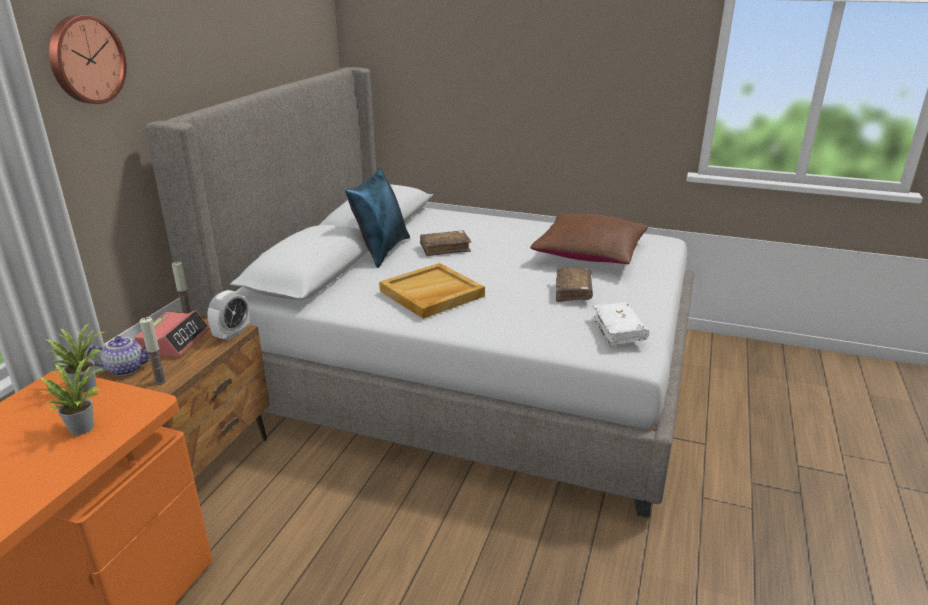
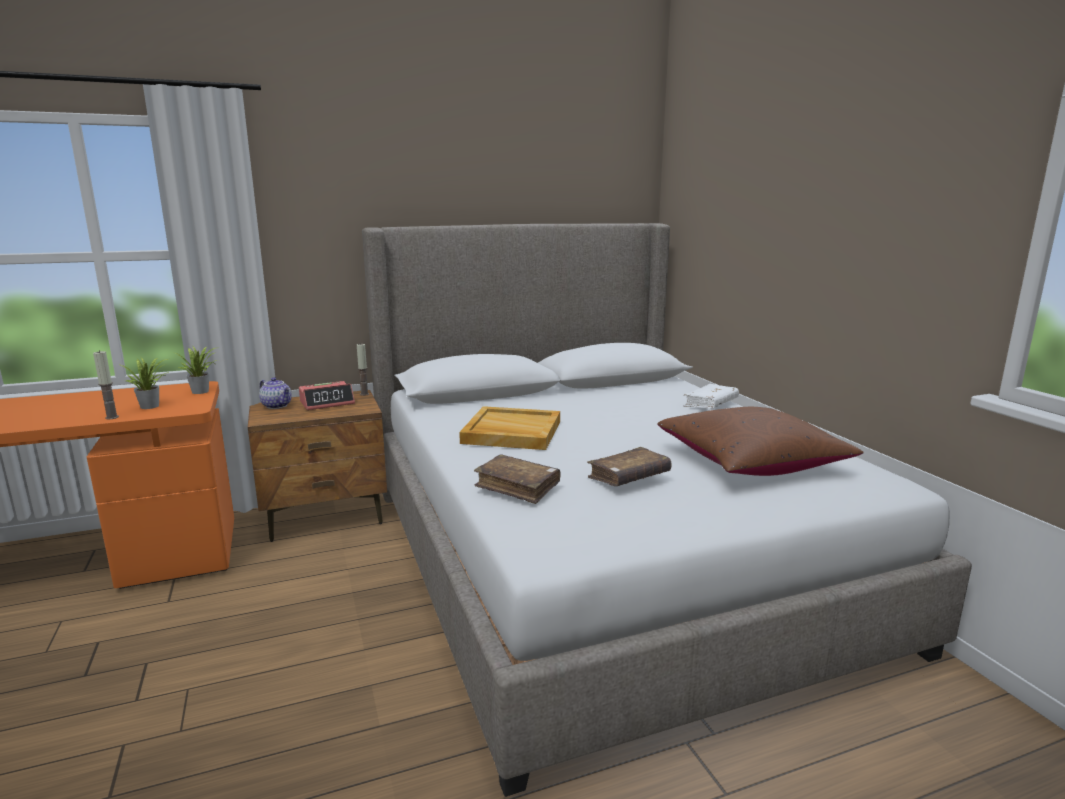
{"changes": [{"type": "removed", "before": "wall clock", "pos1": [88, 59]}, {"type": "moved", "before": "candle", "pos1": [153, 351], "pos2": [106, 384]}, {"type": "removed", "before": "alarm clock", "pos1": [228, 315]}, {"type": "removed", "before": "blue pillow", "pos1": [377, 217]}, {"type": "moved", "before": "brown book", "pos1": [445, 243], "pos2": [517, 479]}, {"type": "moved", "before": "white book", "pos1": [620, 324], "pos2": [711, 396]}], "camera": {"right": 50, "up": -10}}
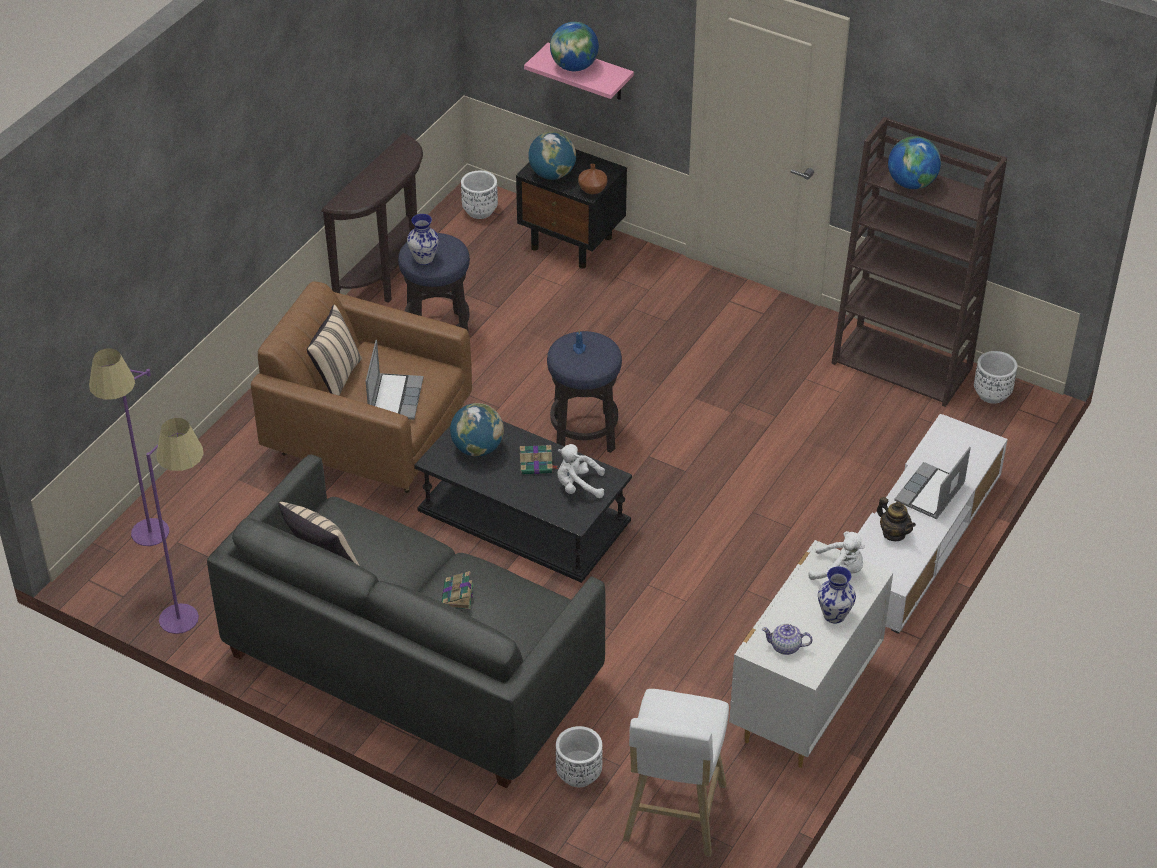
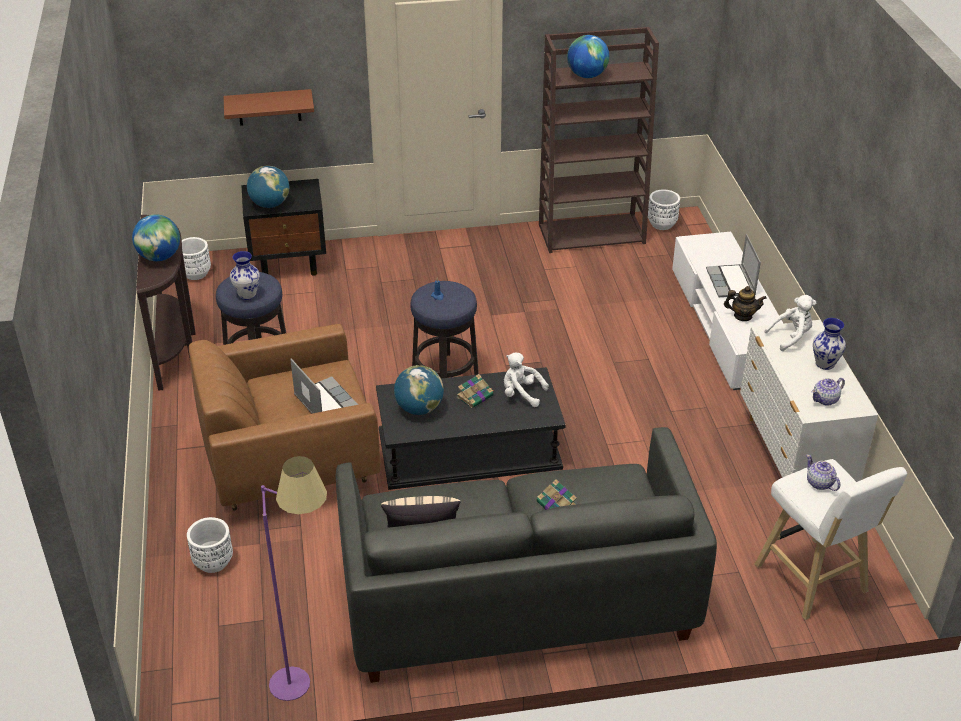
{"changes": [{"type": "removed", "before": "purple floor lamp", "pos1": [129, 447]}, {"type": "removed", "before": "beige pillow", "pos1": [334, 350]}, {"type": "recoloured", "before": "pink shelf", "after": "brown shelf", "pos1": [579, 71], "pos2": [269, 107]}, {"type": "moved", "before": "globe", "pos1": [574, 46], "pos2": [156, 237]}, {"type": "moved", "before": "white planter", "pos1": [579, 756], "pos2": [210, 545]}, {"type": "turned", "before": "white plush toy", "pos1": [581, 471], "pos2": [526, 379], "turn": 60}, {"type": "removed", "before": "brown vase", "pos1": [593, 179]}, {"type": "added", "after": "teapot", "pos2": [823, 472]}], "camera": {"right": -40, "up": -5}}
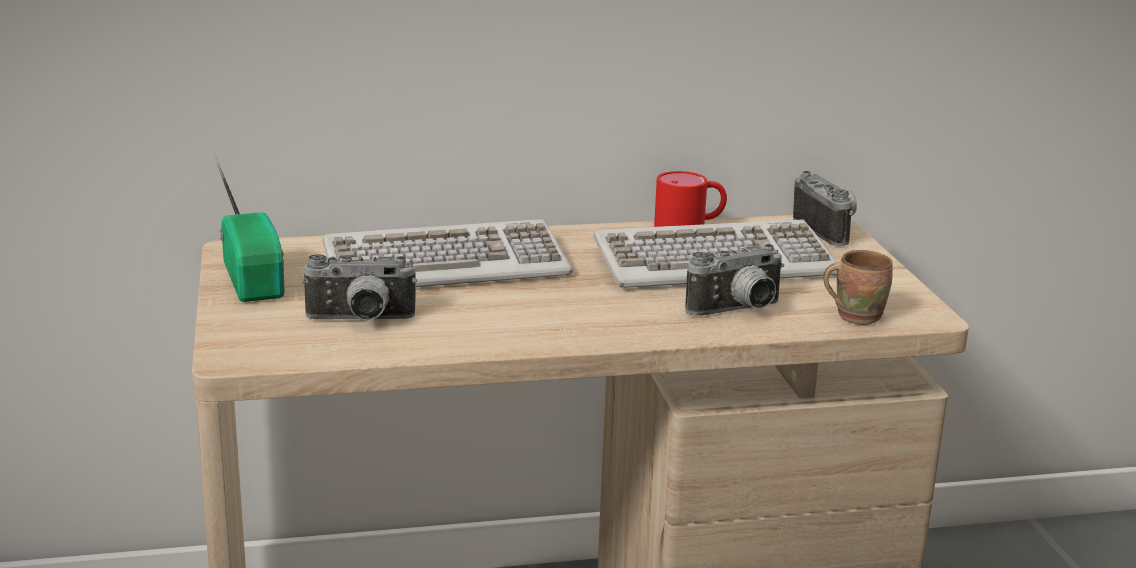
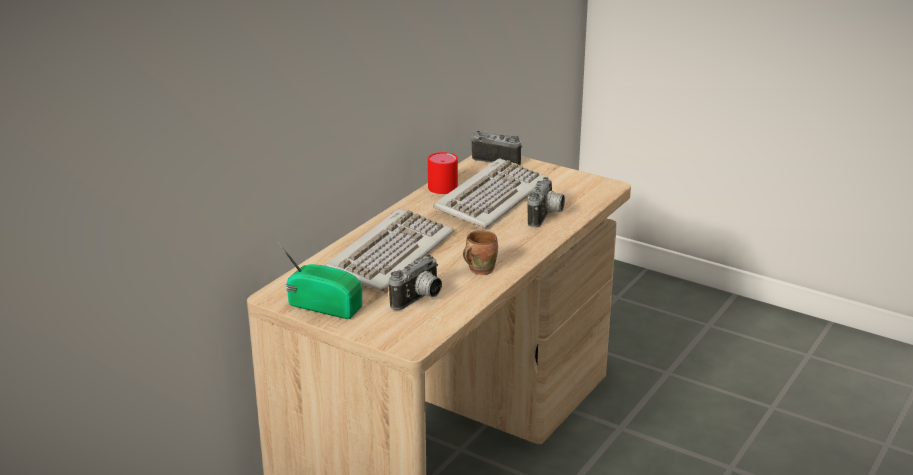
{"changes": [{"type": "moved", "before": "brown mug", "pos1": [858, 287], "pos2": [480, 252]}], "camera": {"right": -45, "up": 5}}
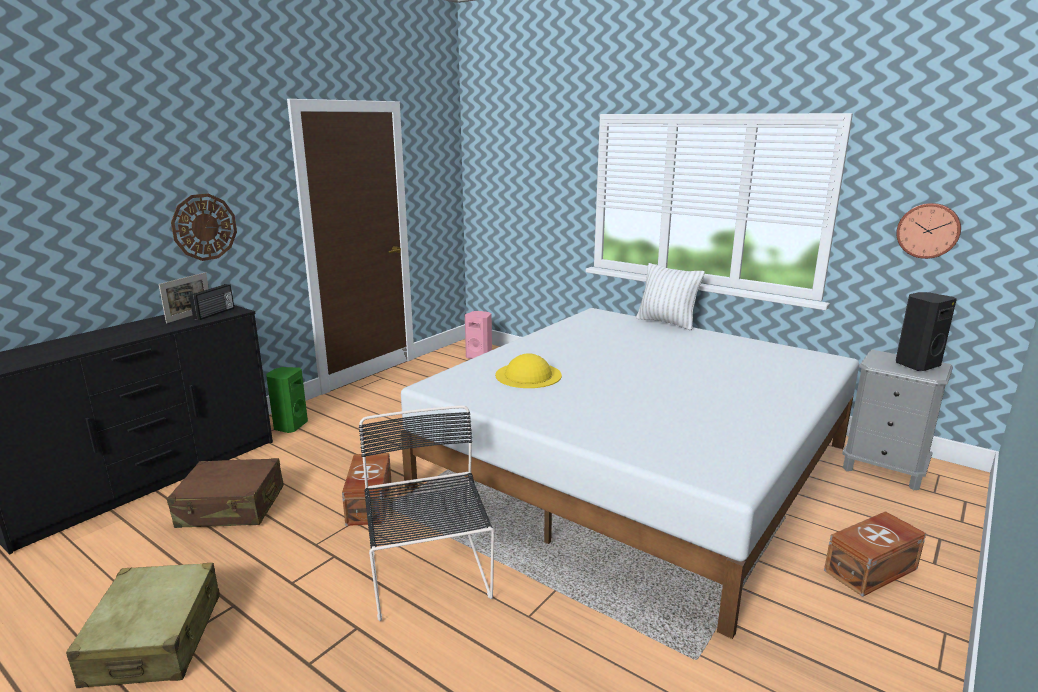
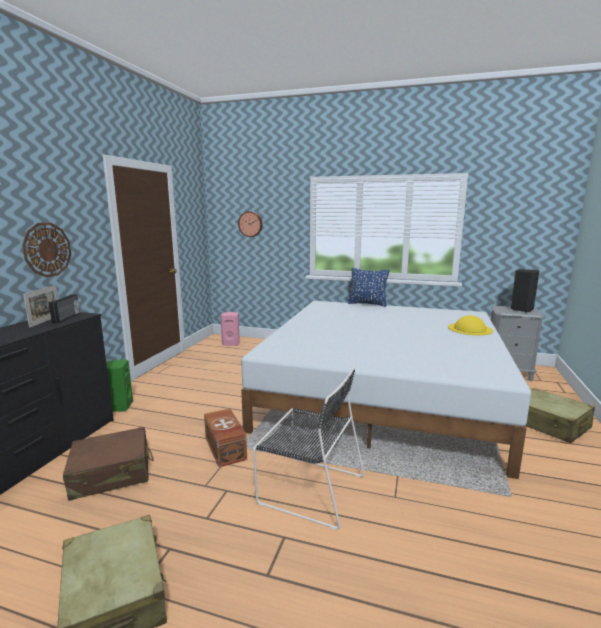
{"changes": [{"type": "turned", "before": "black chair", "pos1": [426, 513], "pos2": [308, 448], "turn": 150}, {"type": "moved", "before": "yellow hat", "pos1": [528, 370], "pos2": [470, 325]}, {"type": "recoloured", "before": "white pillow", "after": "blue pillow", "pos1": [670, 296], "pos2": [368, 287]}, {"type": "replaced", "before": "brown storage box", "after": "beige suitcase", "pos1": [875, 554], "pos2": [560, 415]}, {"type": "moved", "before": "wall clock", "pos1": [928, 231], "pos2": [250, 224]}], "camera": {"right": -20, "up": -5}}
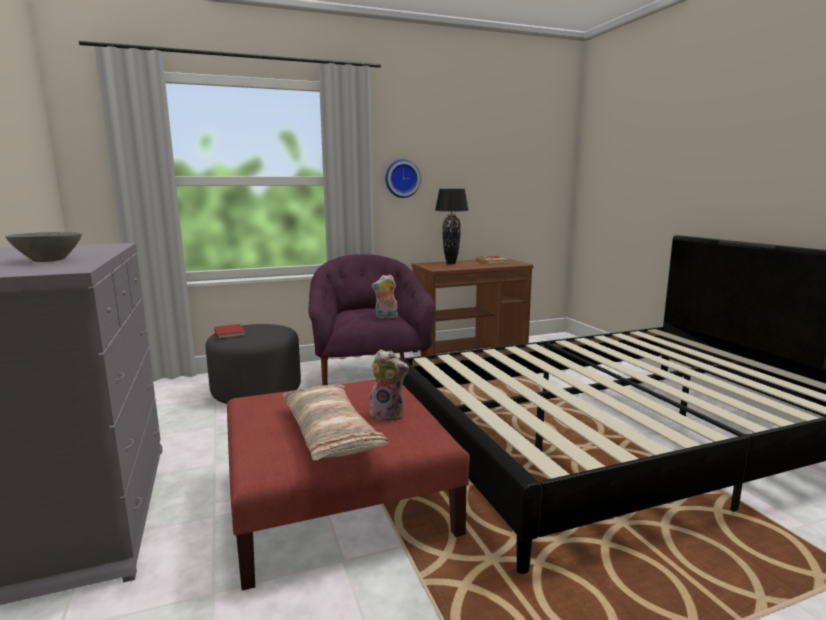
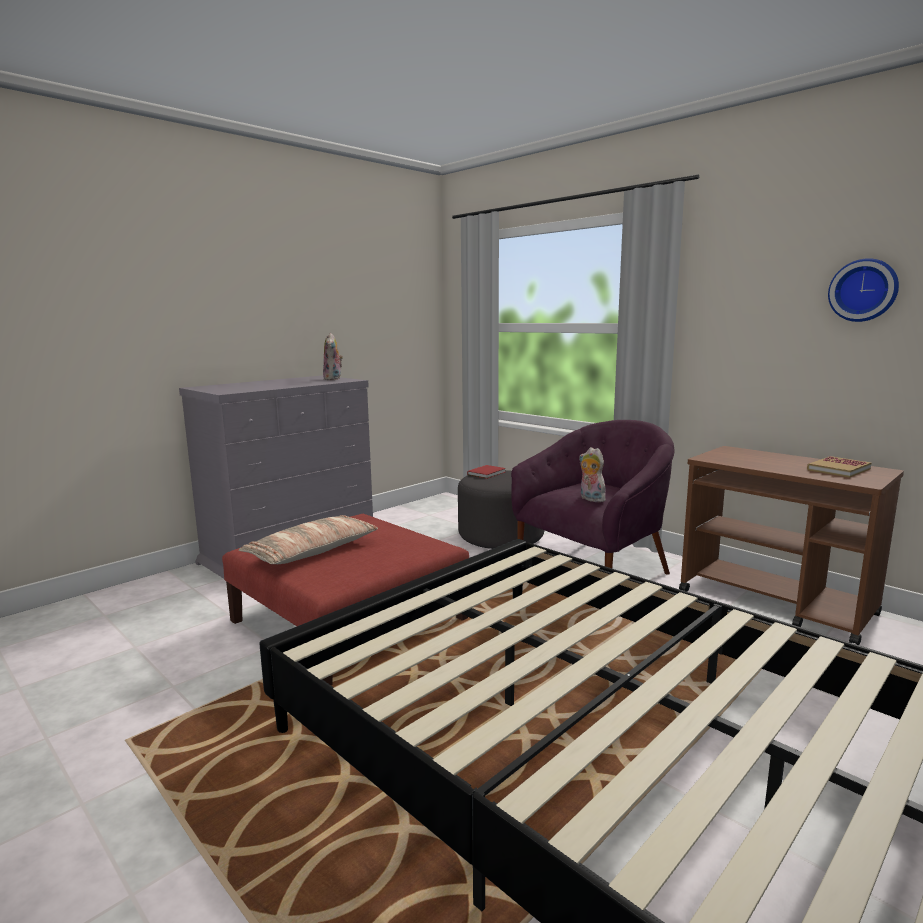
{"changes": [{"type": "removed", "before": "grey bowl", "pos1": [43, 247]}, {"type": "moved", "before": "plush toy", "pos1": [389, 385], "pos2": [333, 356]}, {"type": "moved", "before": "wall clock", "pos1": [403, 178], "pos2": [863, 290]}, {"type": "removed", "before": "black table lamp", "pos1": [452, 226]}], "camera": {"right": 65, "up": 0}}
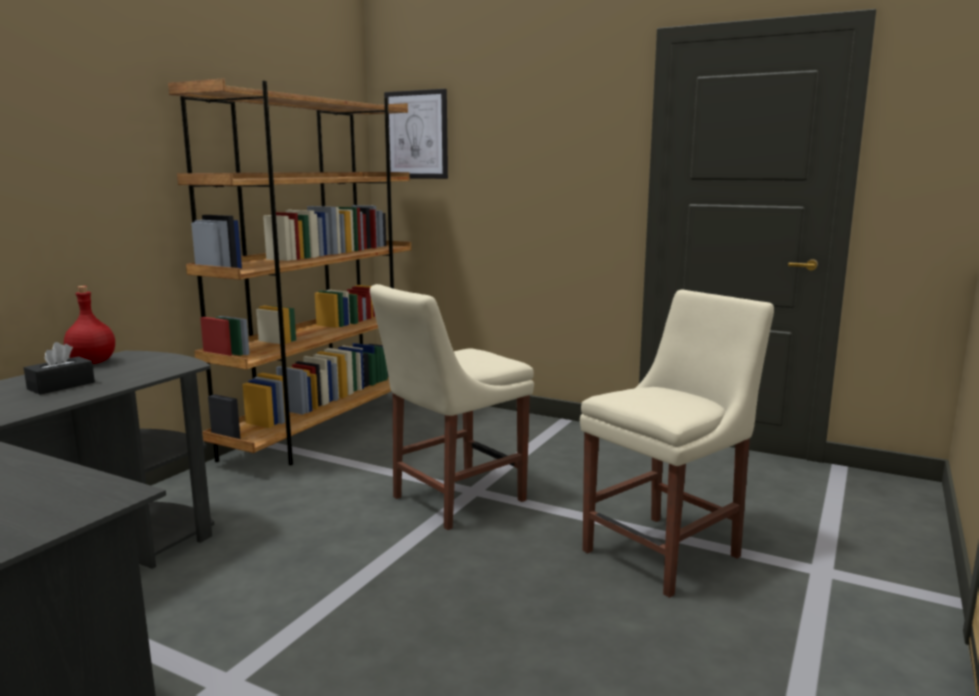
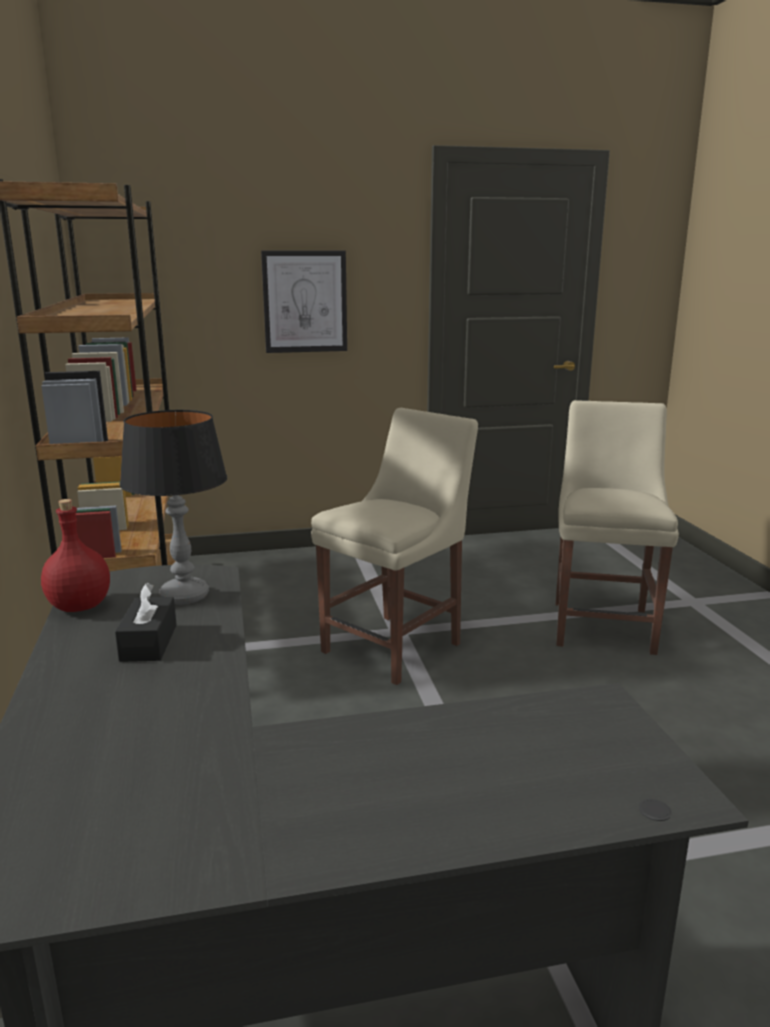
{"changes": [{"type": "turned", "before": "beige chair", "pos1": [452, 407], "pos2": [394, 546], "turn": -150}, {"type": "moved", "before": "picture", "pos1": [416, 134], "pos2": [304, 302]}, {"type": "added", "after": "table lamp", "pos2": [173, 507]}], "camera": {"right": -40, "up": 5}}
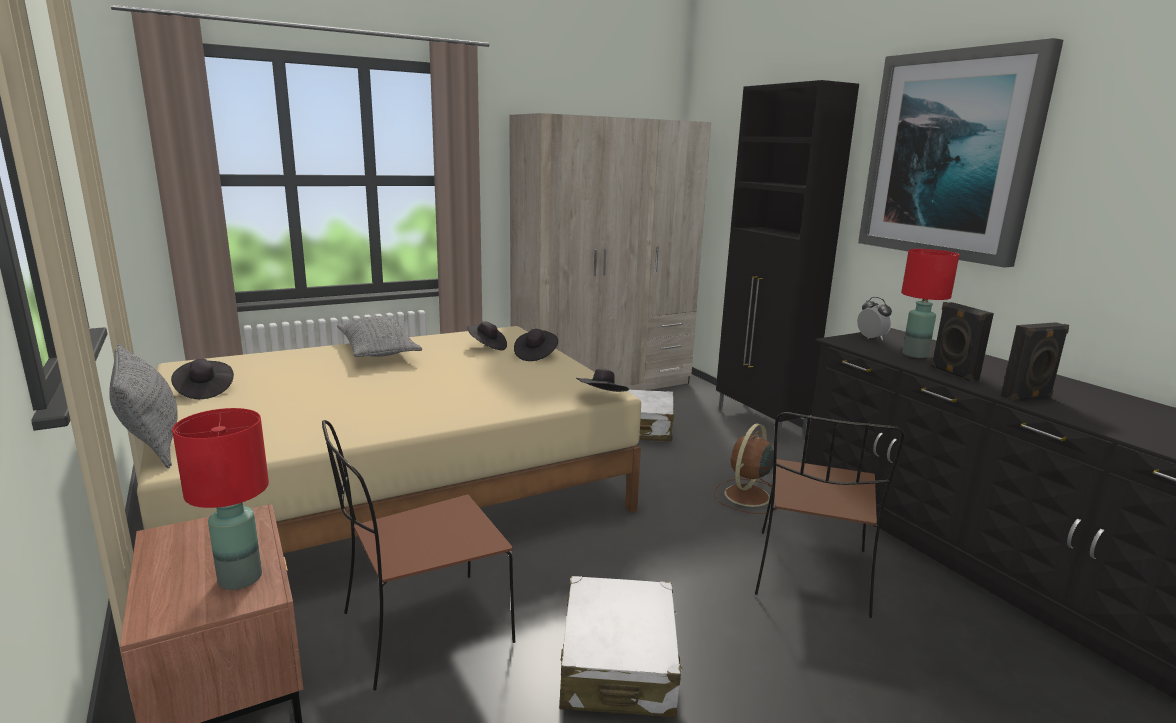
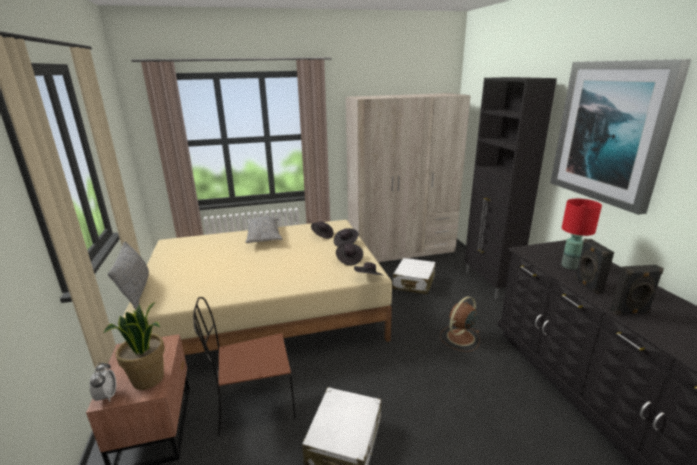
{"changes": [{"type": "moved", "before": "black hat", "pos1": [202, 379], "pos2": [349, 254]}, {"type": "replaced", "before": "red table lamp", "after": "potted plant", "pos1": [220, 499], "pos2": [134, 346]}, {"type": "removed", "before": "brown chair", "pos1": [829, 515]}, {"type": "moved", "before": "alarm clock", "pos1": [874, 318], "pos2": [102, 382]}], "camera": {"right": 15, "up": 5}}
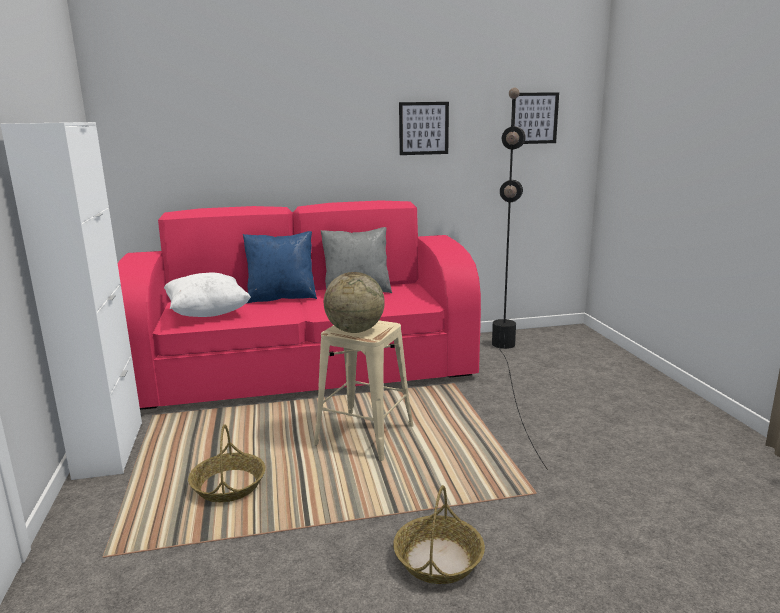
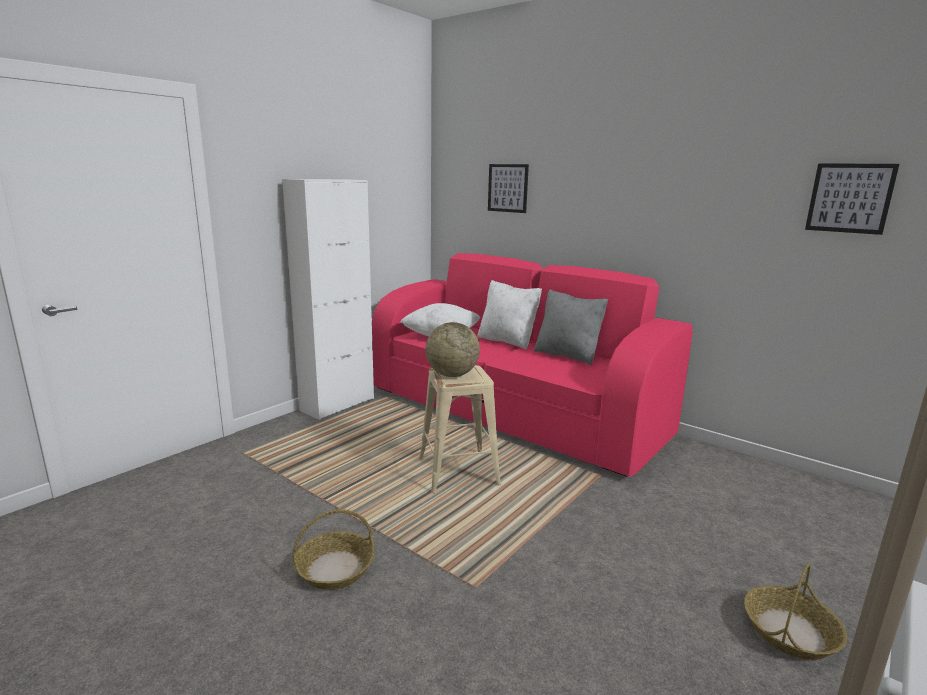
{"changes": [{"type": "moved", "before": "basket", "pos1": [227, 463], "pos2": [795, 611]}, {"type": "recoloured", "before": "blue pillow", "after": "white pillow", "pos1": [280, 267], "pos2": [509, 315]}, {"type": "moved", "before": "picture", "pos1": [424, 128], "pos2": [508, 188]}, {"type": "removed", "before": "black floor lamp", "pos1": [520, 279]}], "camera": {"right": 50, "up": 0}}
